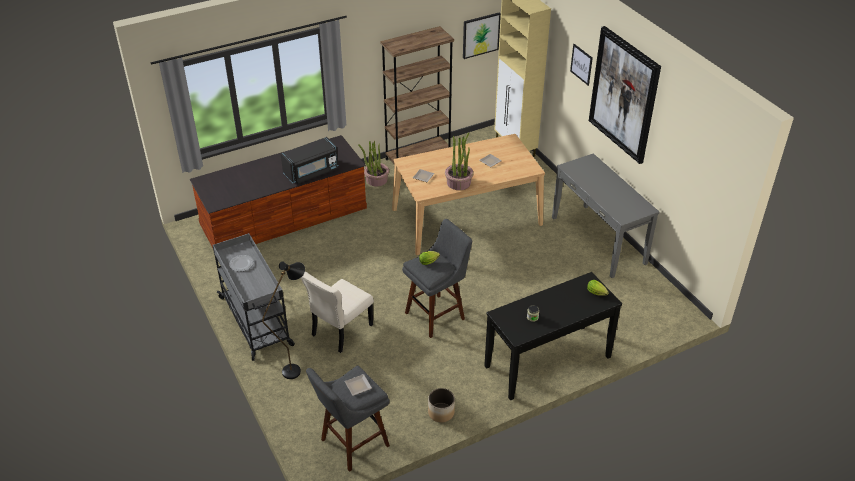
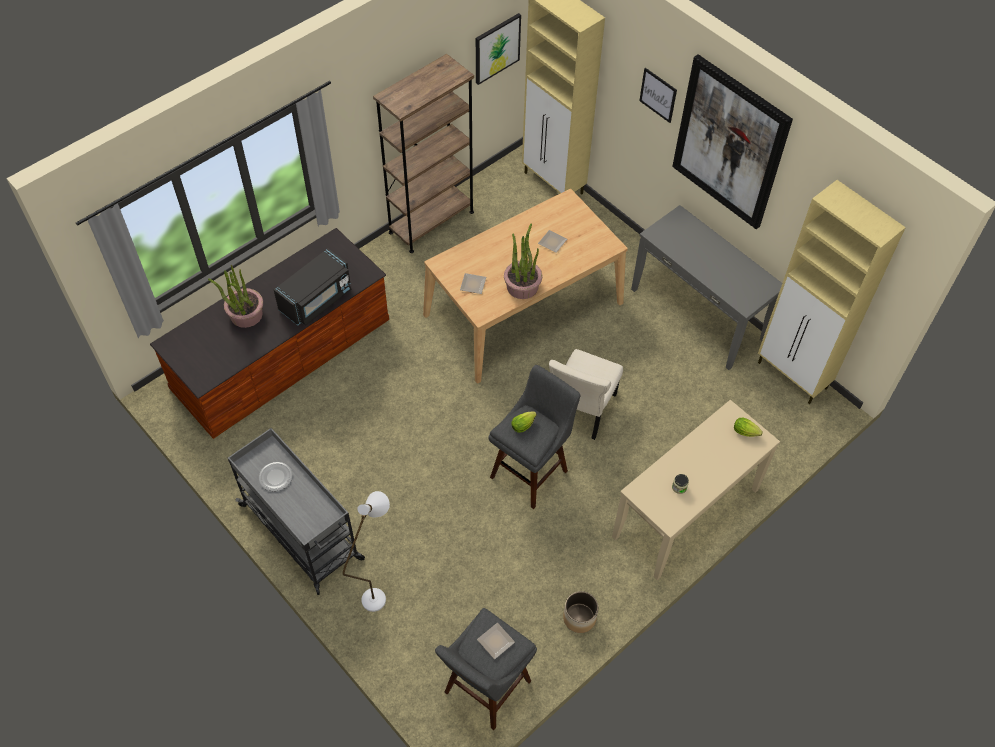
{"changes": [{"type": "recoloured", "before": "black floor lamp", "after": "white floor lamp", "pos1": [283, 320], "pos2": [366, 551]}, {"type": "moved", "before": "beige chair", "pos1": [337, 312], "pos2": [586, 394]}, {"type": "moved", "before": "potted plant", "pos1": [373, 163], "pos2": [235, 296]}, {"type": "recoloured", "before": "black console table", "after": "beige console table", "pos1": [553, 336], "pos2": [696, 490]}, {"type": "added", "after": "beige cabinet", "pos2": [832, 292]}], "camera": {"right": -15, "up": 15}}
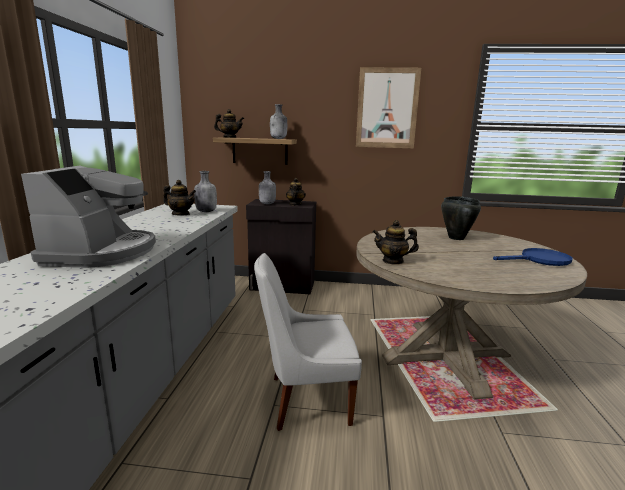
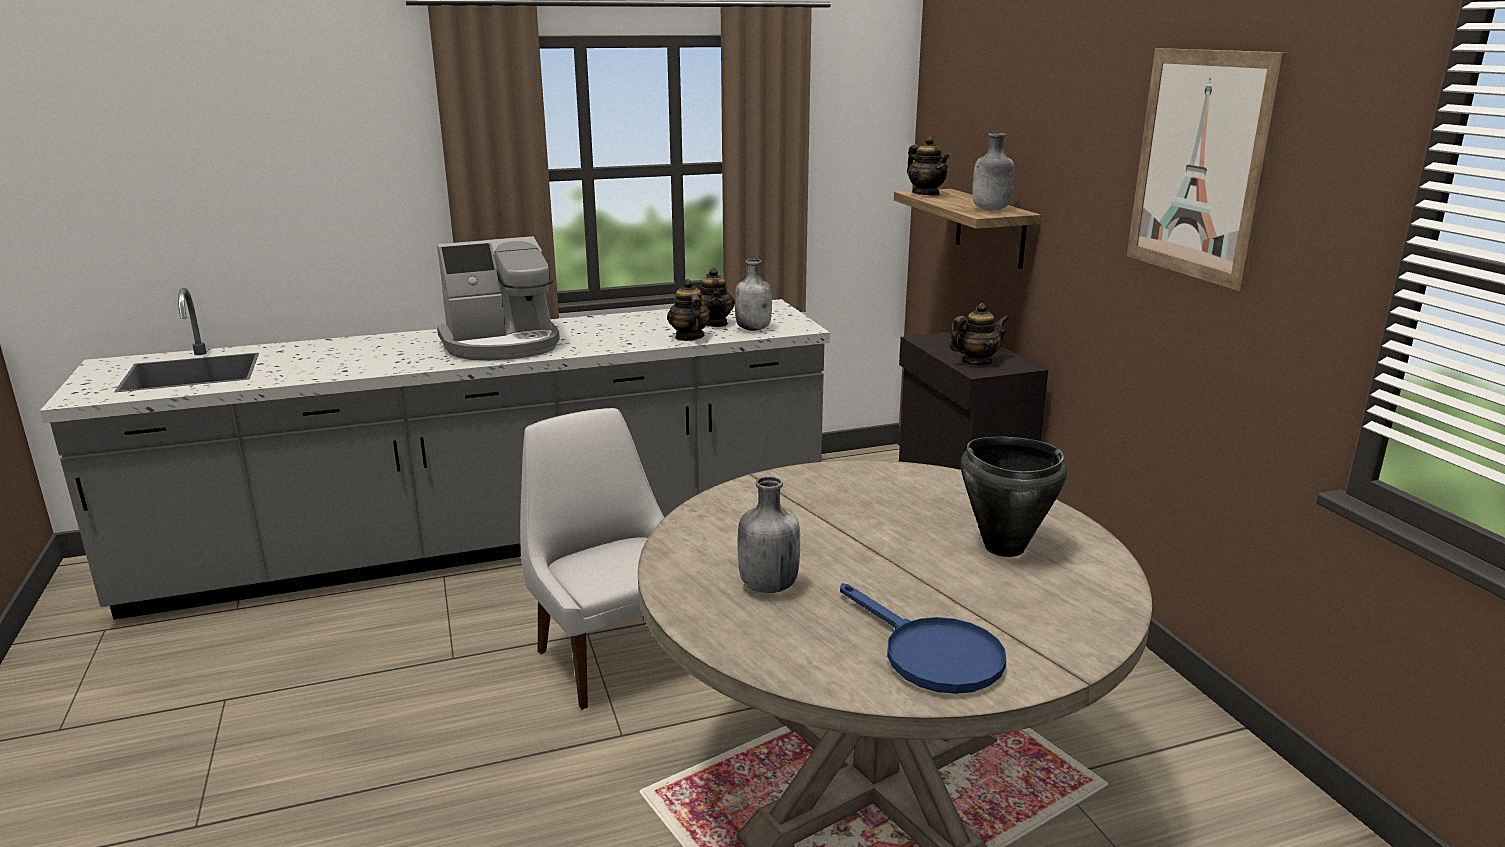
{"changes": [{"type": "moved", "before": "grey bottle", "pos1": [267, 187], "pos2": [768, 534]}, {"type": "moved", "before": "teapot", "pos1": [396, 242], "pos2": [689, 310]}], "camera": {"right": 65, "up": 5}}
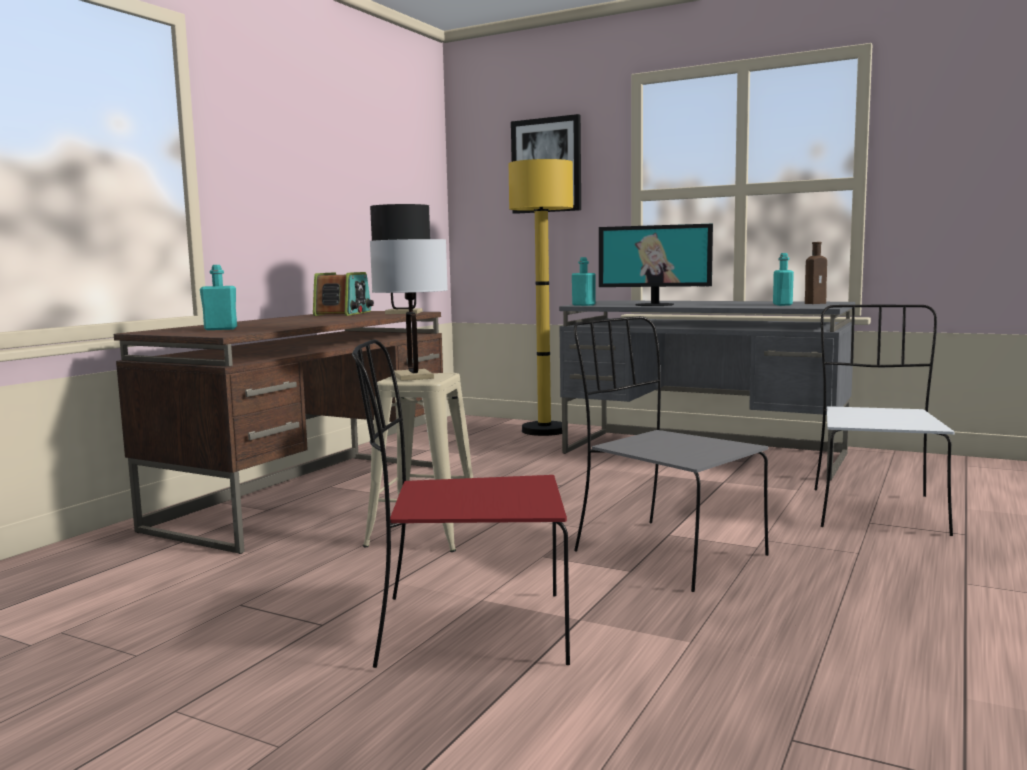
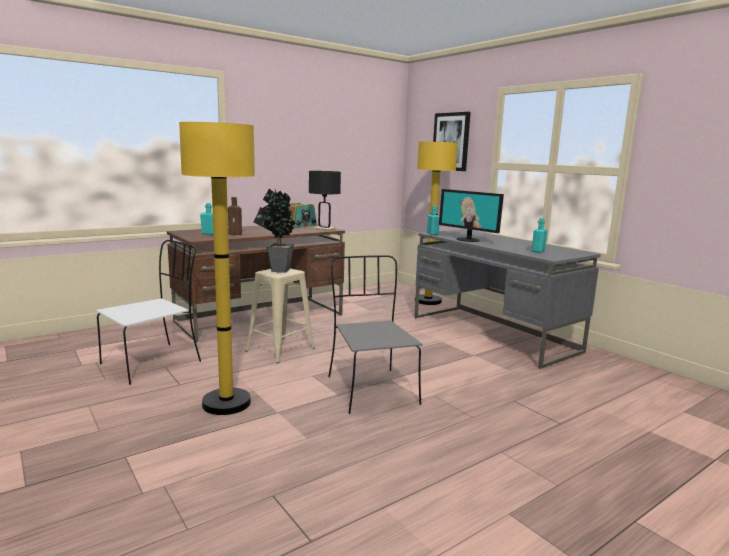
{"changes": [{"type": "replaced", "before": "red chair", "after": "yellow floor lamp", "pos1": [461, 504], "pos2": [217, 268]}, {"type": "replaced", "before": "white table lamp", "after": "potted plant", "pos1": [409, 310], "pos2": [274, 231]}, {"type": "moved", "before": "brown bottle", "pos1": [816, 273], "pos2": [235, 216]}, {"type": "moved", "before": "white chair", "pos1": [884, 420], "pos2": [148, 312]}], "camera": {"right": 25, "up": 5}}
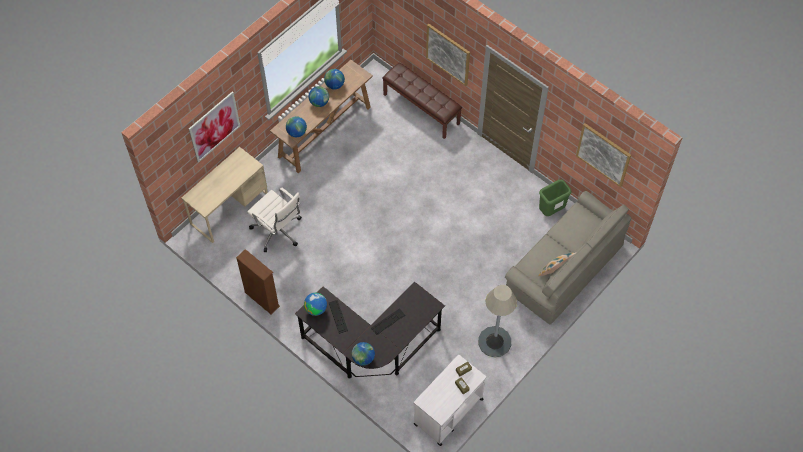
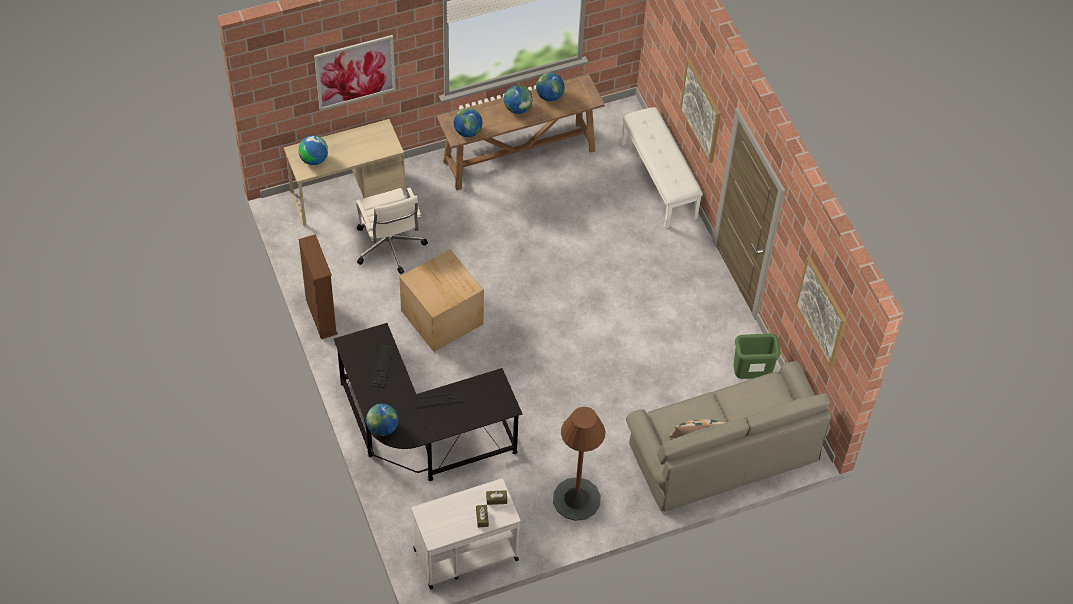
{"changes": [{"type": "moved", "before": "globe", "pos1": [315, 304], "pos2": [313, 150]}, {"type": "recoloured", "before": "brown bench", "after": "white bench", "pos1": [422, 101], "pos2": [662, 168]}, {"type": "recoloured", "before": "grey floor lamp", "after": "brown floor lamp", "pos1": [497, 321], "pos2": [579, 464]}, {"type": "added", "after": "cardboard box", "pos2": [441, 301]}], "camera": {"right": 25, "up": -5}}
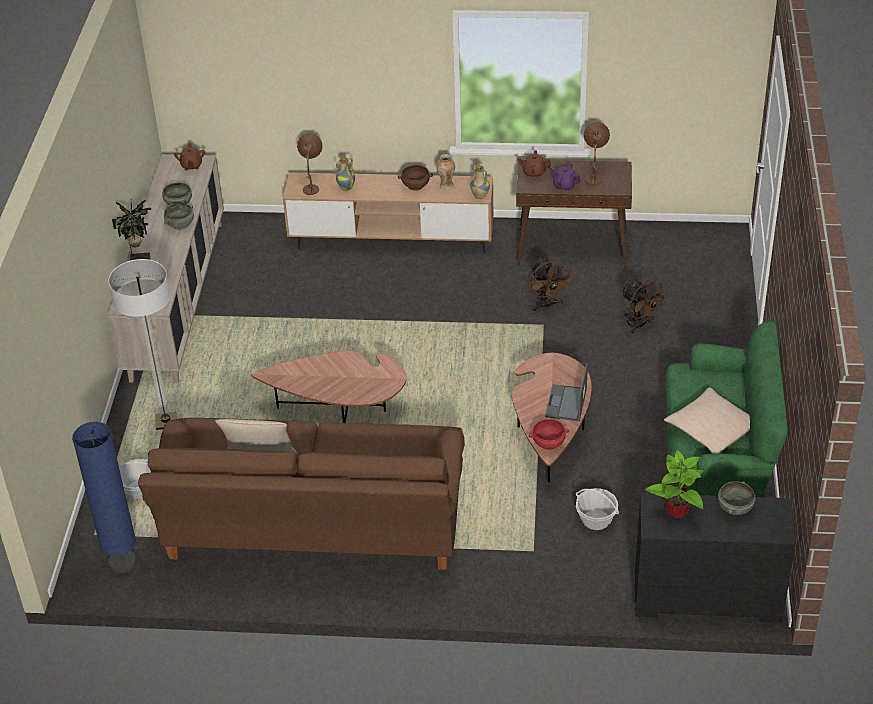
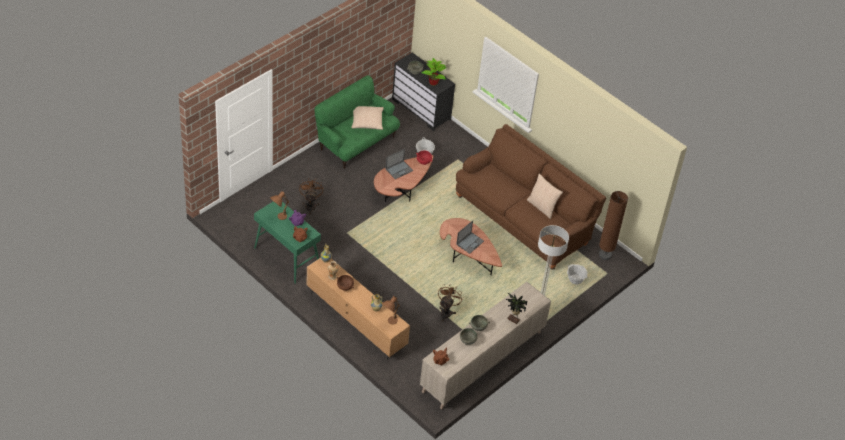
{"changes": [{"type": "recoloured", "before": "blue floor lamp", "after": "brown floor lamp", "pos1": [104, 497], "pos2": [613, 225]}, {"type": "recoloured", "before": "brown console table", "after": "green console table", "pos1": [574, 214], "pos2": [287, 242]}, {"type": "moved", "before": "brown fan", "pos1": [550, 284], "pos2": [450, 302]}, {"type": "added", "after": "laptop", "pos2": [470, 237]}], "camera": {"right": -145, "up": 5}}
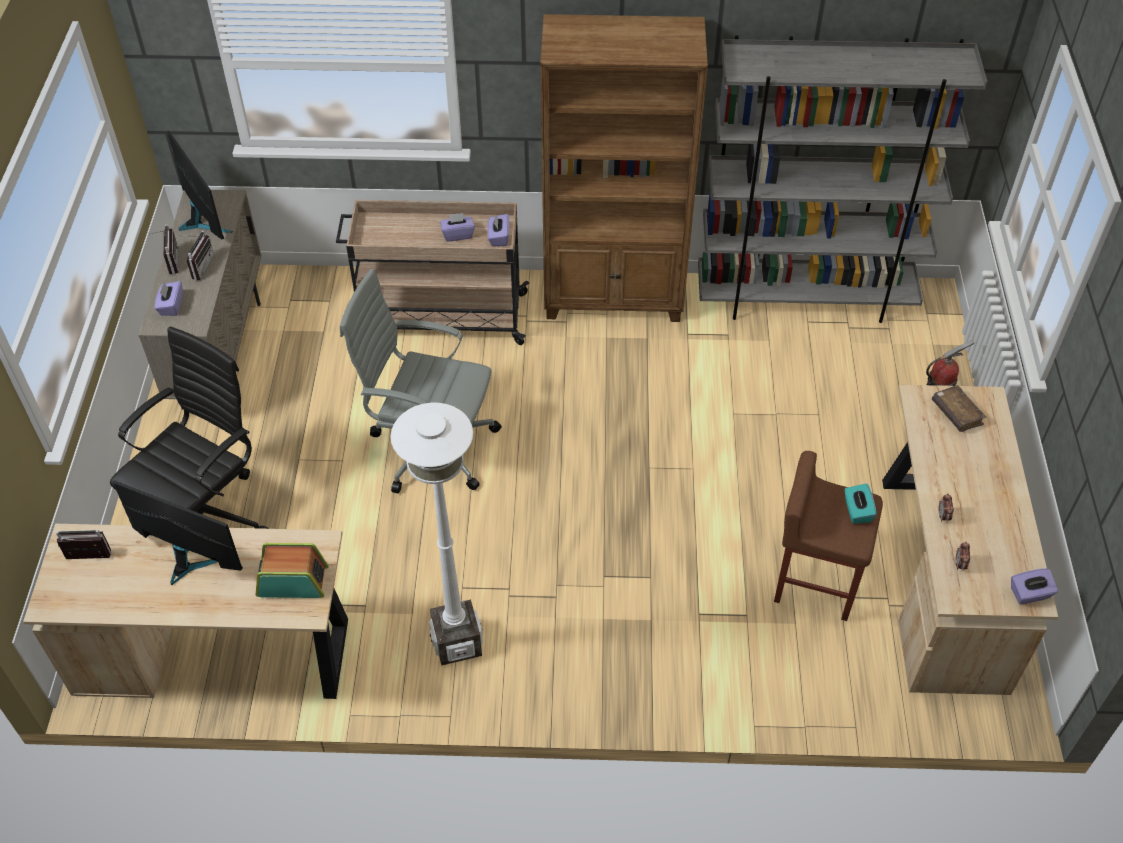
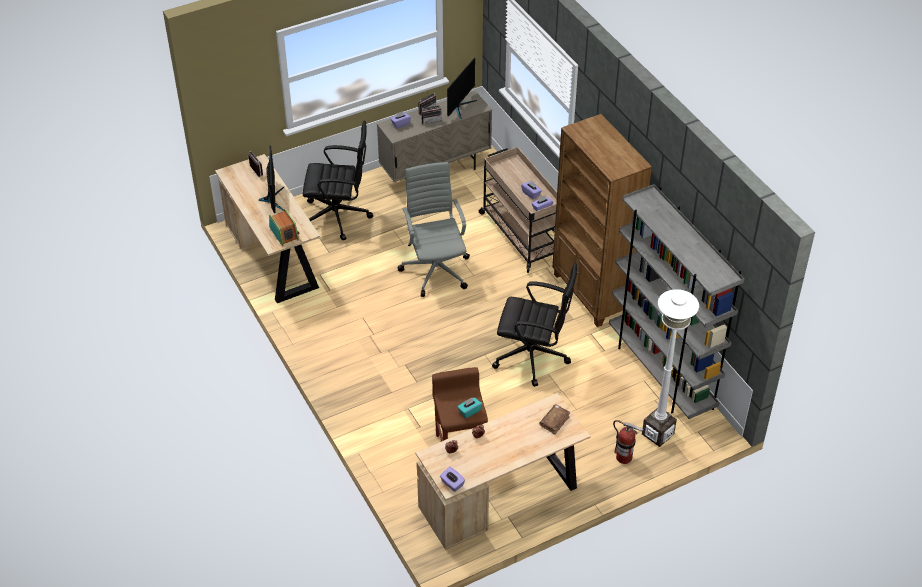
{"changes": [{"type": "moved", "before": "white floor lamp", "pos1": [436, 534], "pos2": [670, 368]}, {"type": "added", "after": "black office chair", "pos2": [534, 325]}], "camera": {"right": 60, "up": -5}}
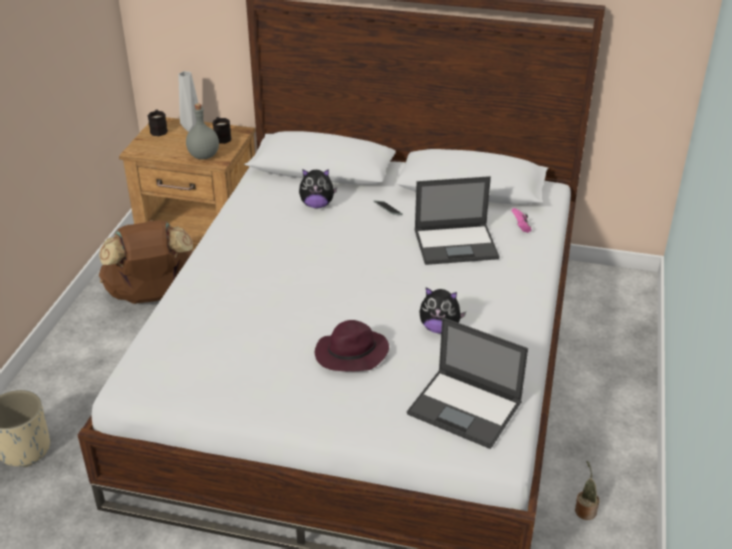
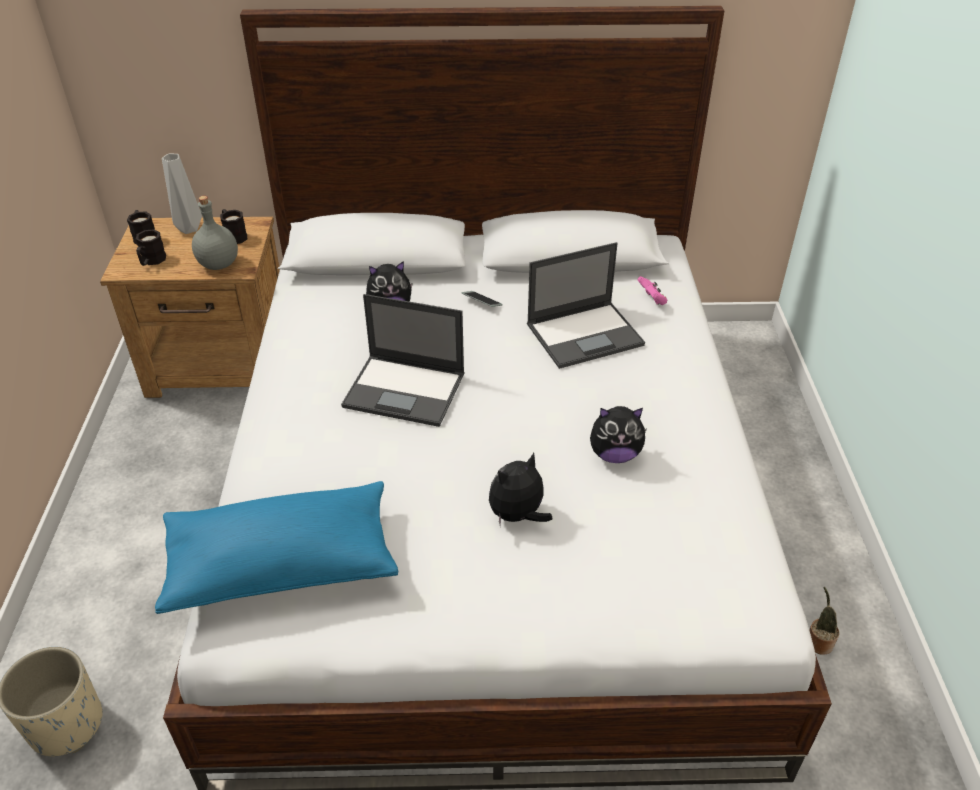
{"changes": [{"type": "removed", "before": "brown backpack", "pos1": [146, 262]}, {"type": "replaced", "before": "purple hat", "after": "plush toy", "pos1": [352, 345], "pos2": [520, 489]}, {"type": "moved", "before": "laptop", "pos1": [467, 383], "pos2": [403, 360]}, {"type": "added", "after": "black mug", "pos2": [151, 247]}, {"type": "added", "after": "blue pillow", "pos2": [276, 547]}], "camera": {"right": -15, "up": 5}}
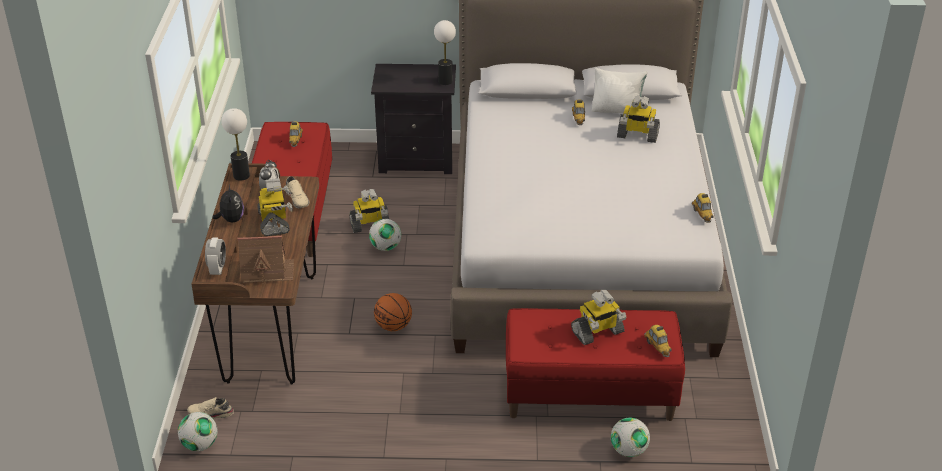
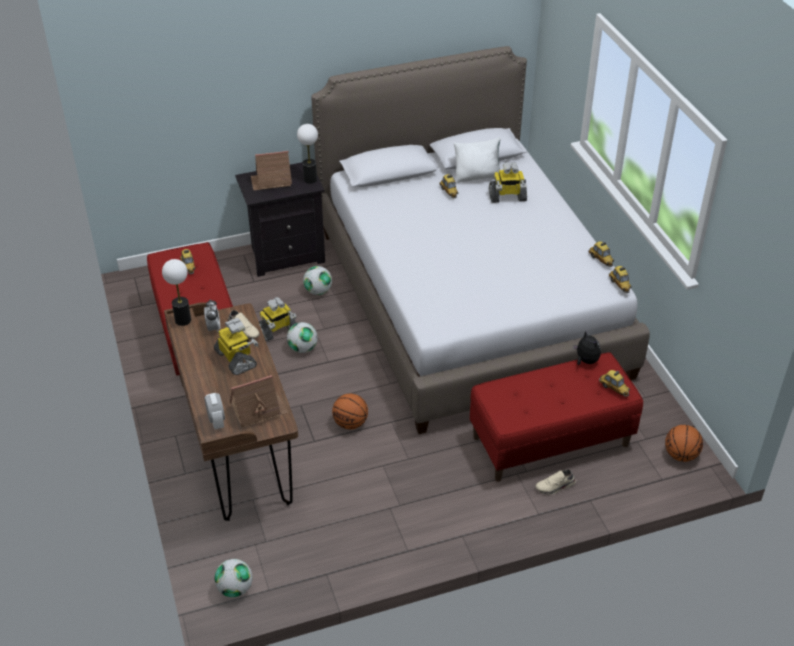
{"changes": [{"type": "moved", "before": "beige shoe", "pos1": [210, 408], "pos2": [556, 482]}, {"type": "moved", "before": "plush toy", "pos1": [228, 203], "pos2": [587, 348]}, {"type": "removed", "before": "toy robot", "pos1": [598, 317]}, {"type": "moved", "before": "football", "pos1": [630, 437], "pos2": [317, 280]}, {"type": "added", "after": "toy house", "pos2": [271, 171]}, {"type": "added", "after": "toy car", "pos2": [620, 279]}, {"type": "added", "after": "basketball", "pos2": [684, 443]}], "camera": {"right": -20, "up": 5}}
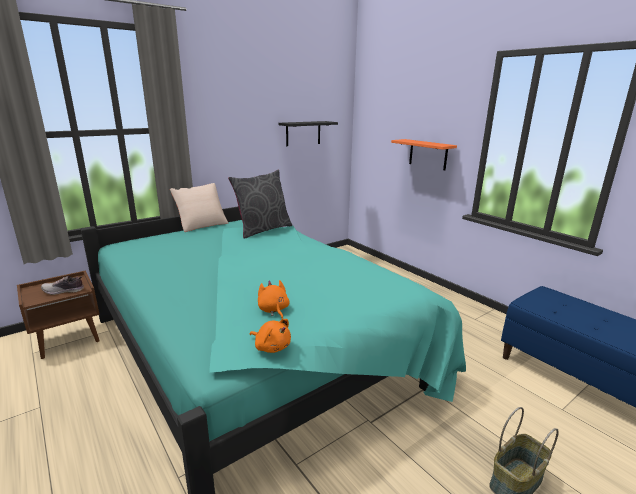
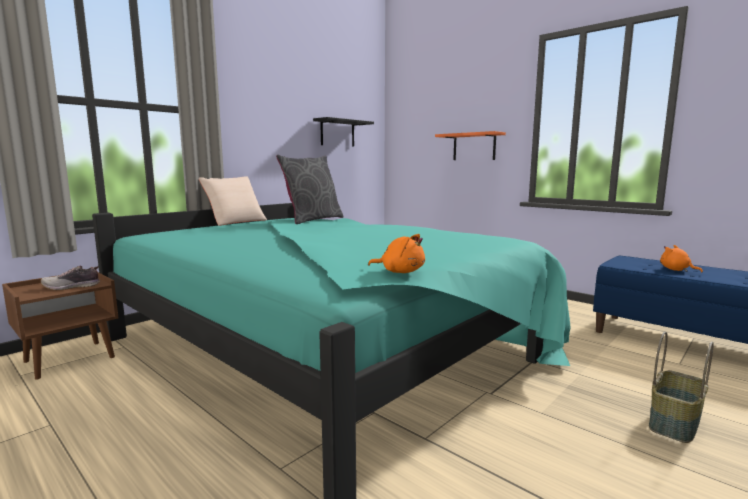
{"changes": [{"type": "moved", "before": "orange plush toy", "pos1": [274, 299], "pos2": [681, 258]}], "camera": {"right": -10, "up": -10}}
